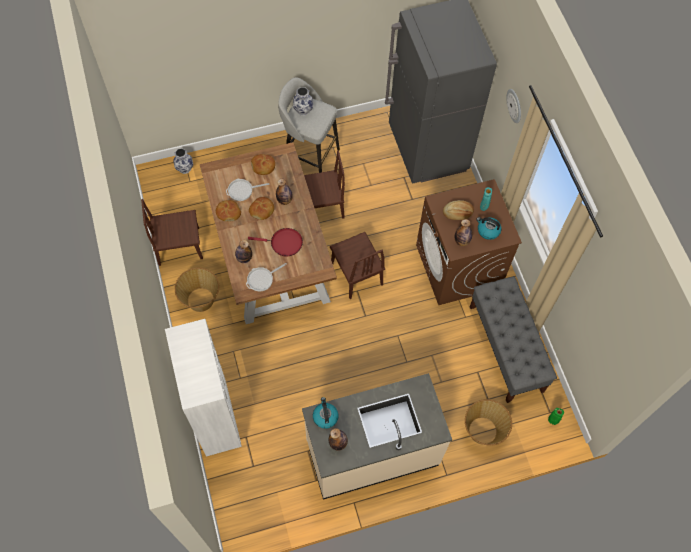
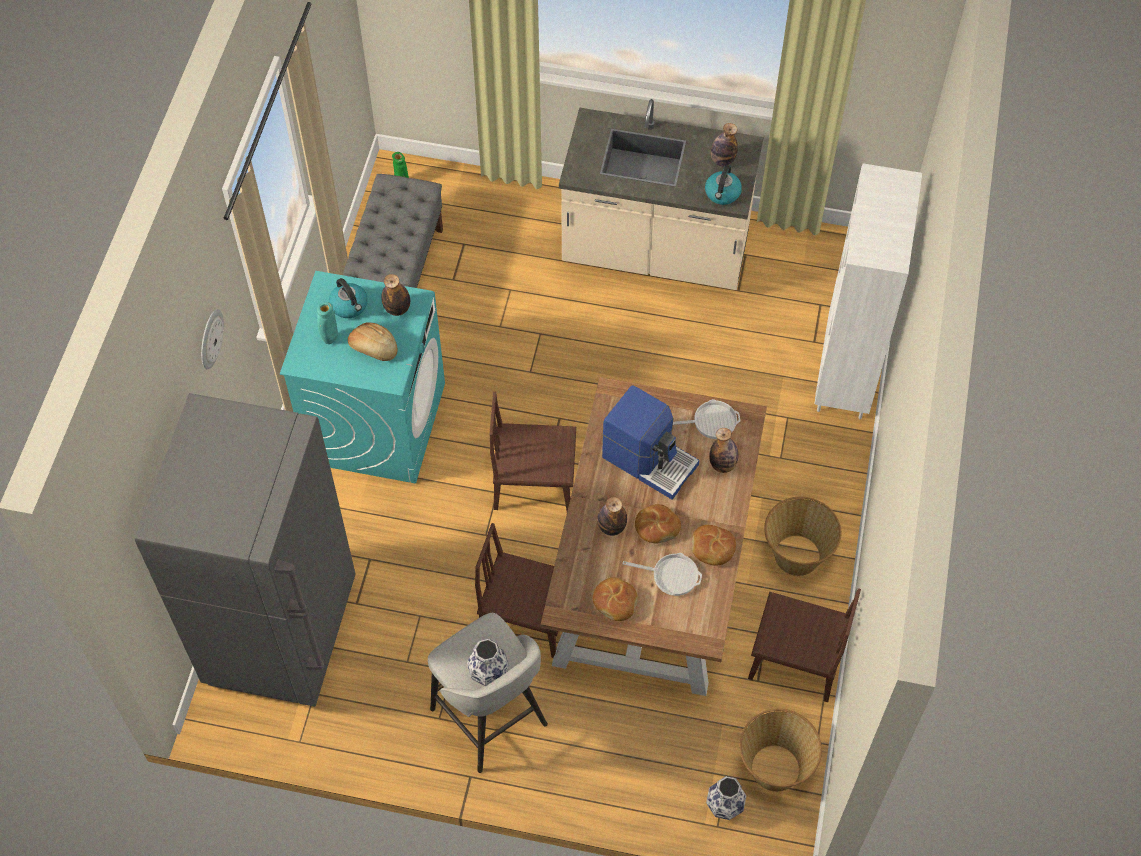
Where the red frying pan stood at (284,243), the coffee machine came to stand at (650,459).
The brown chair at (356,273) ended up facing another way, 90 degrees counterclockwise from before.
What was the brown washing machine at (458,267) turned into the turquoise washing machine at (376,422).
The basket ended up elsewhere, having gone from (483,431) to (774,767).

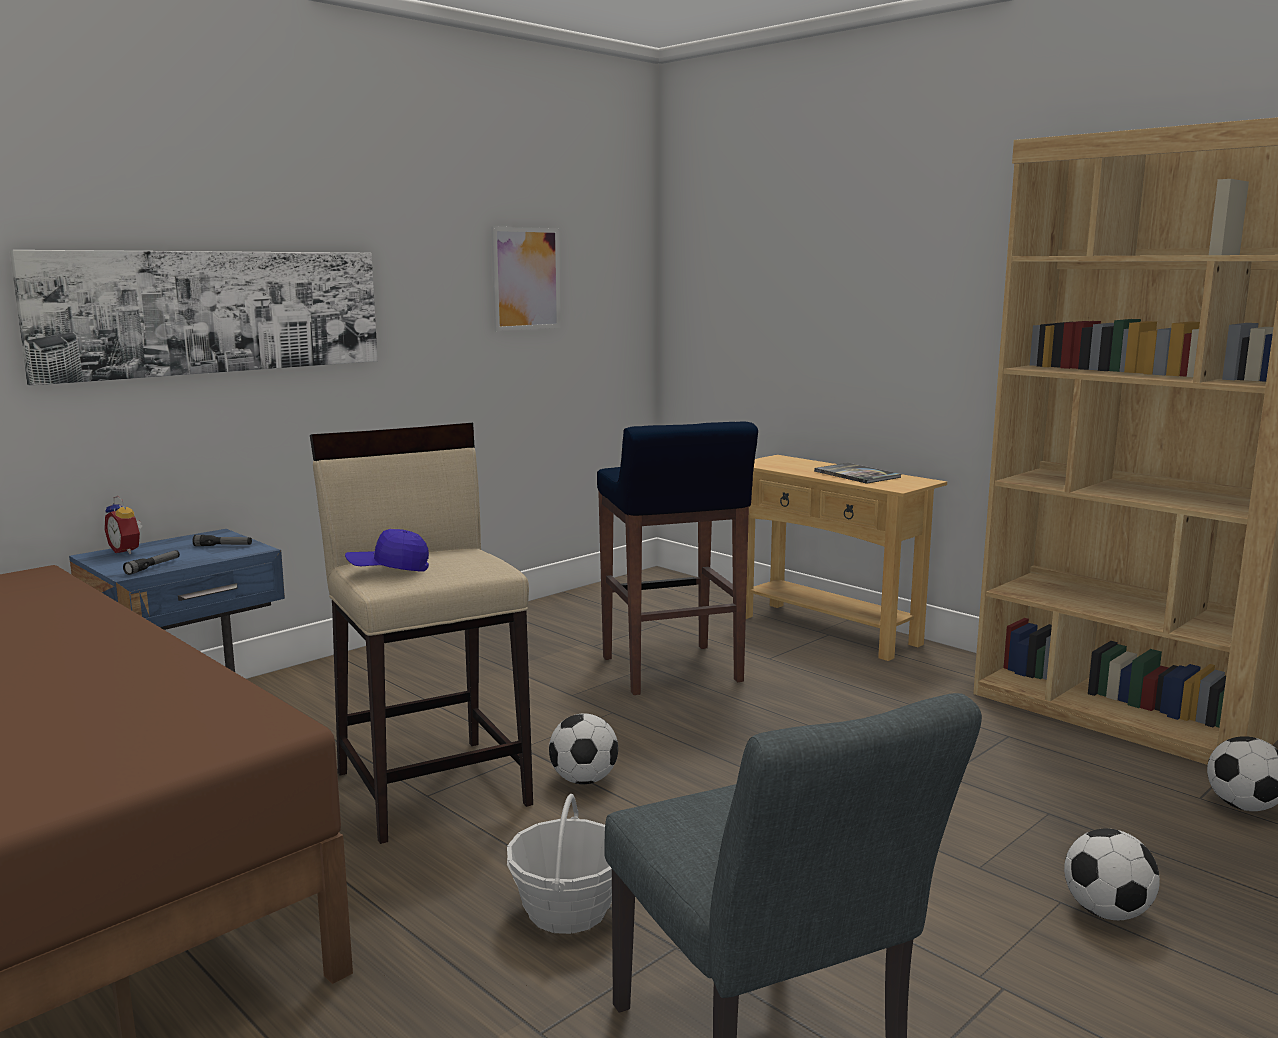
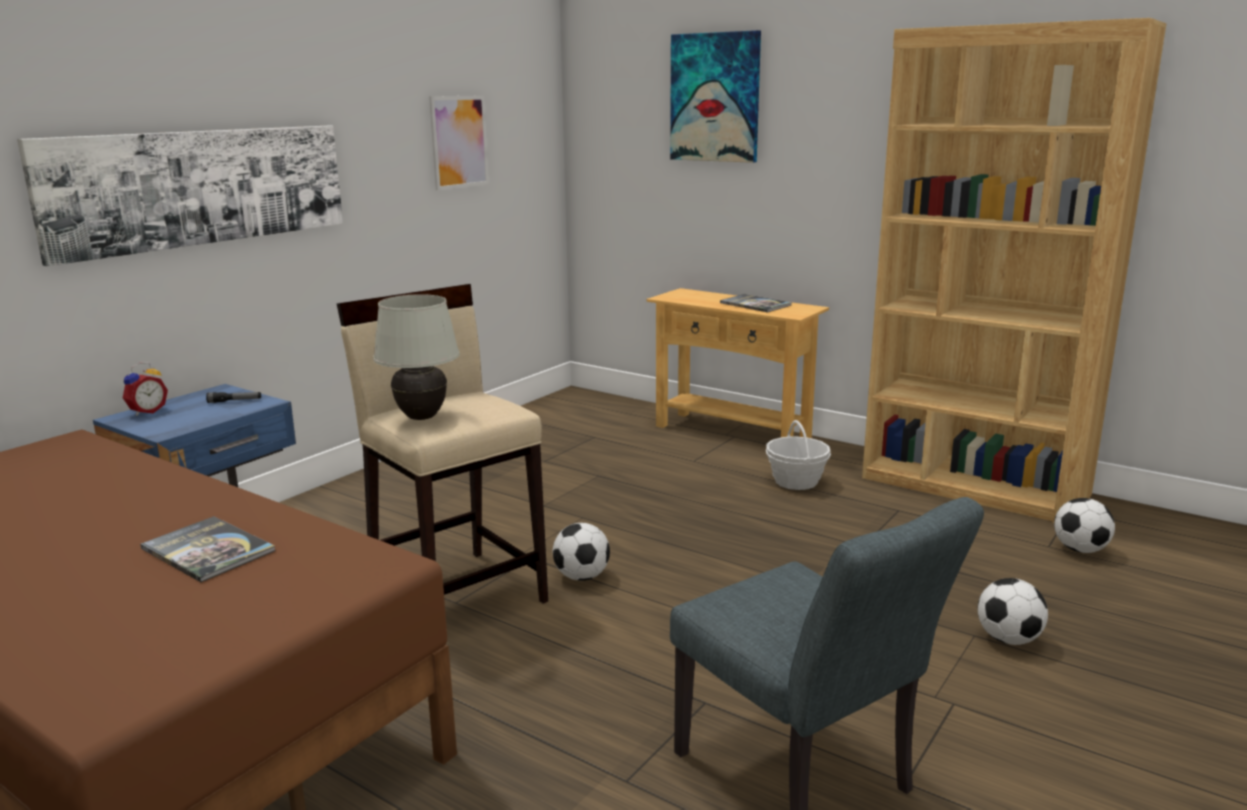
The alarm clock at (127,551) ended up facing another way, 90 degrees counterclockwise from before.
The second view lost the flashlight at (153,567).
Where the blue cap stood at (388,569), the white table lamp came to stand at (422,417).
The basket ended up elsewhere, having gone from (567,910) to (796,481).
The second view lost the blue stool at (671,671).
The second view gained the book at (208,550).
The second view gained the picture at (715,97).

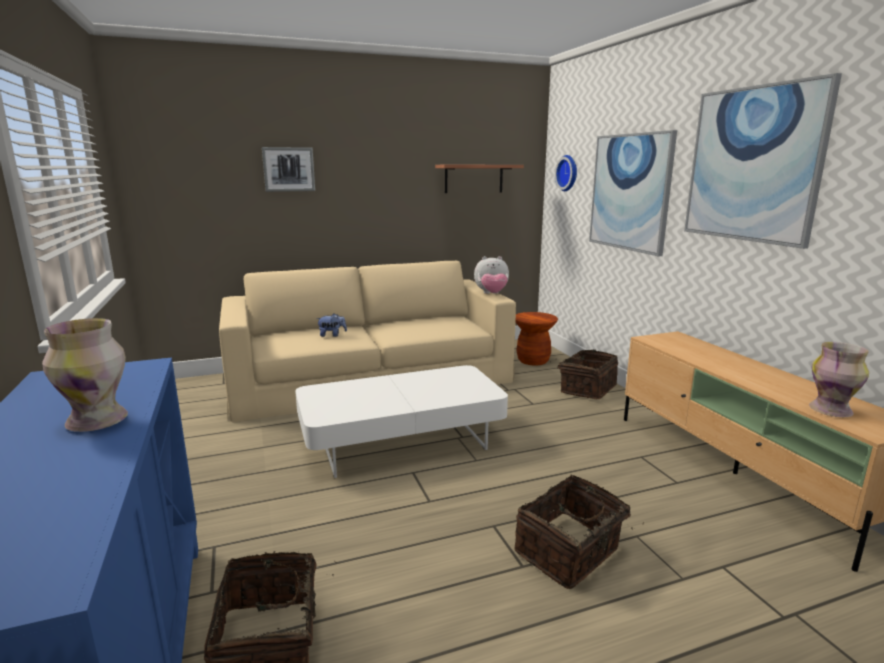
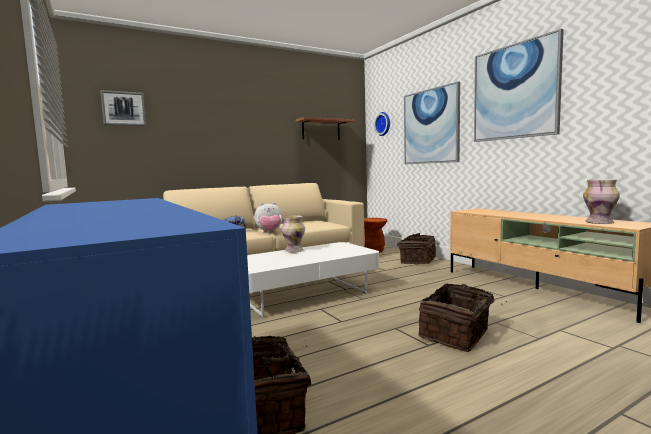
The vase ended up elsewhere, having gone from (98,421) to (294,251).
The picture ended up elsewhere, having gone from (288,169) to (123,108).
The plush toy ended up elsewhere, having gone from (491,294) to (269,232).

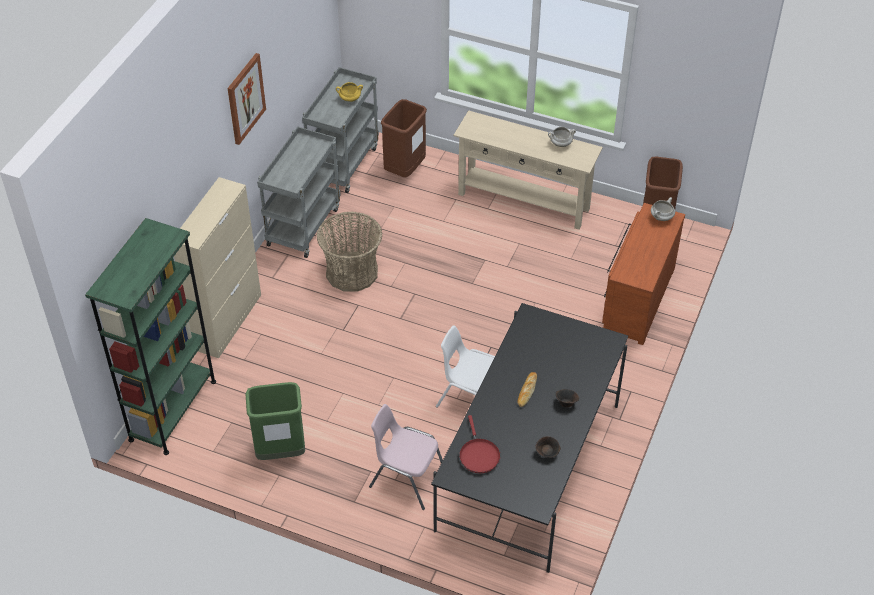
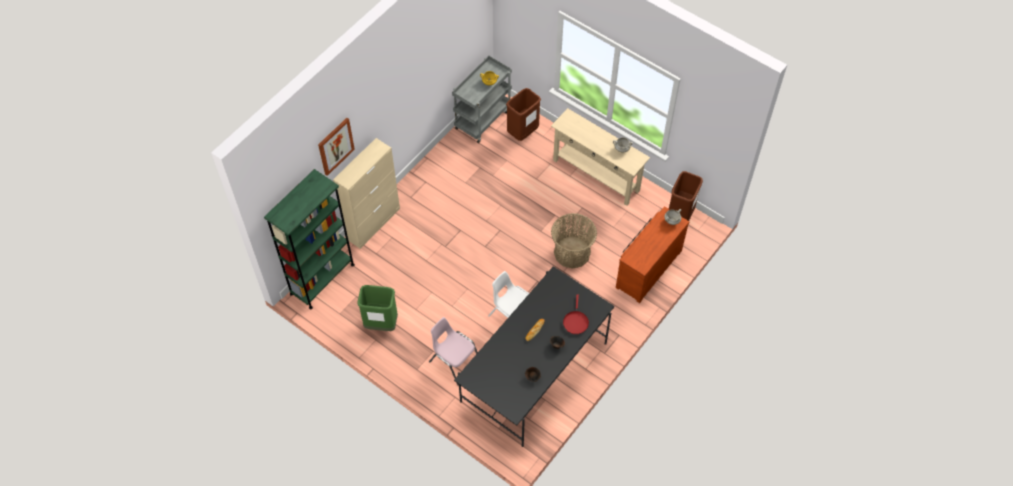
The picture ended up elsewhere, having gone from (245,98) to (335,146).
The second view lost the grey cart at (303,225).
The basket ended up elsewhere, having gone from (351,272) to (572,252).
The red frying pan ended up elsewhere, having gone from (478,455) to (575,321).

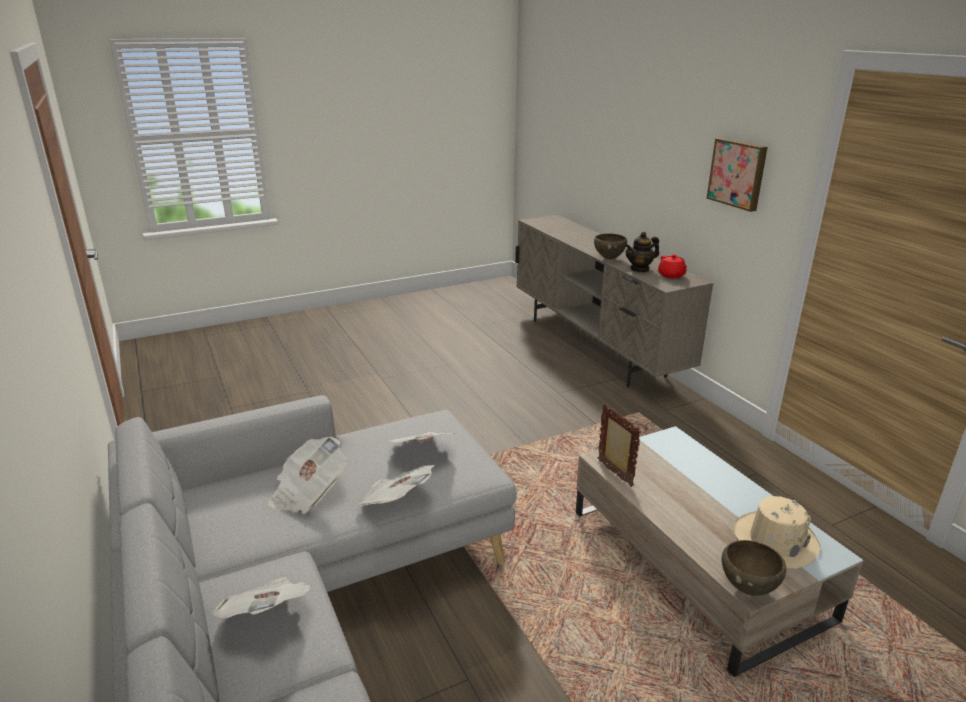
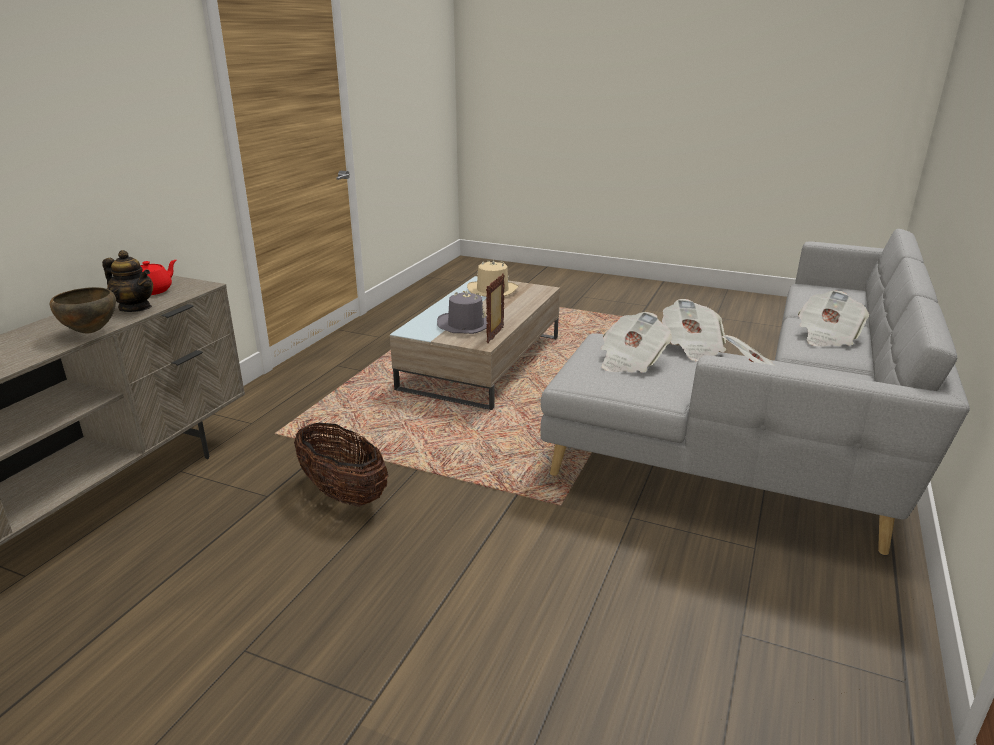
The second view lost the picture at (738,173).
The second view lost the brown bowl at (748,588).
The second view gained the basket at (343,493).
The second view gained the grey hat at (465,325).

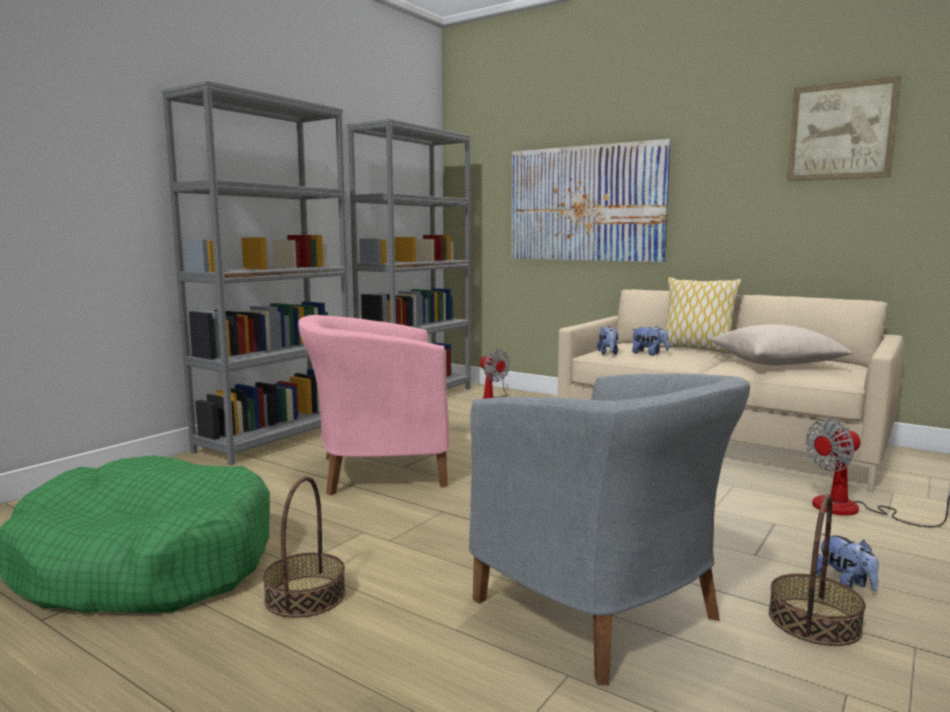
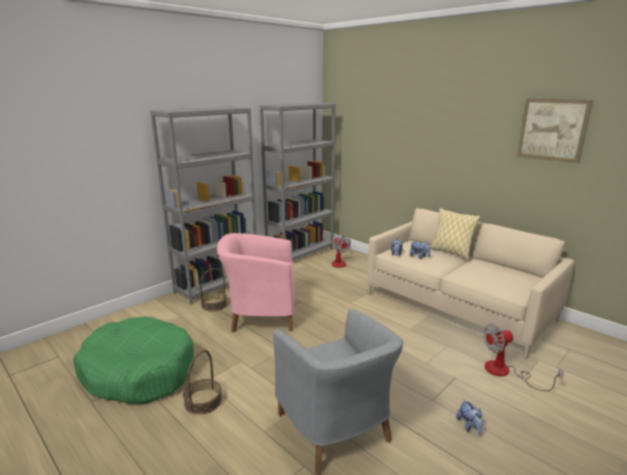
The second view lost the picture at (586,203).
The second view lost the beige pillow at (775,364).
The basket ended up elsewhere, having gone from (814,621) to (214,305).

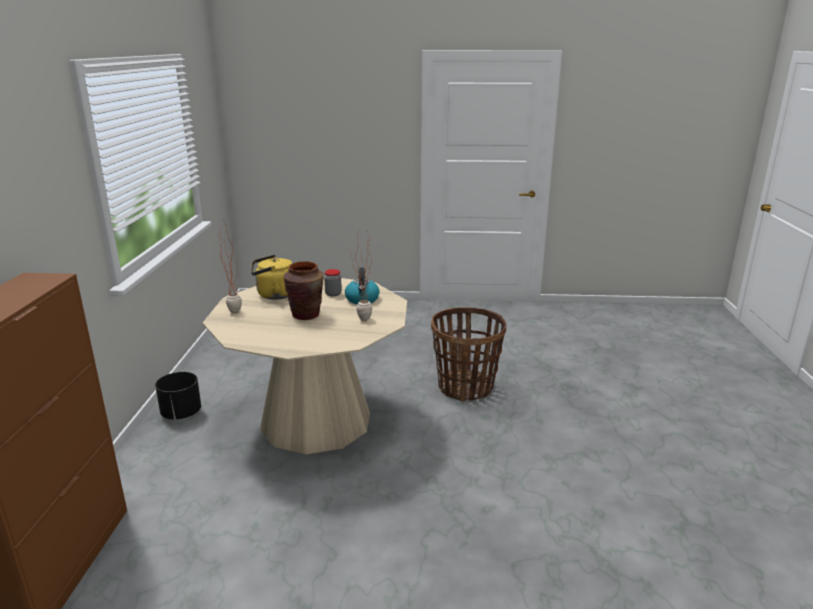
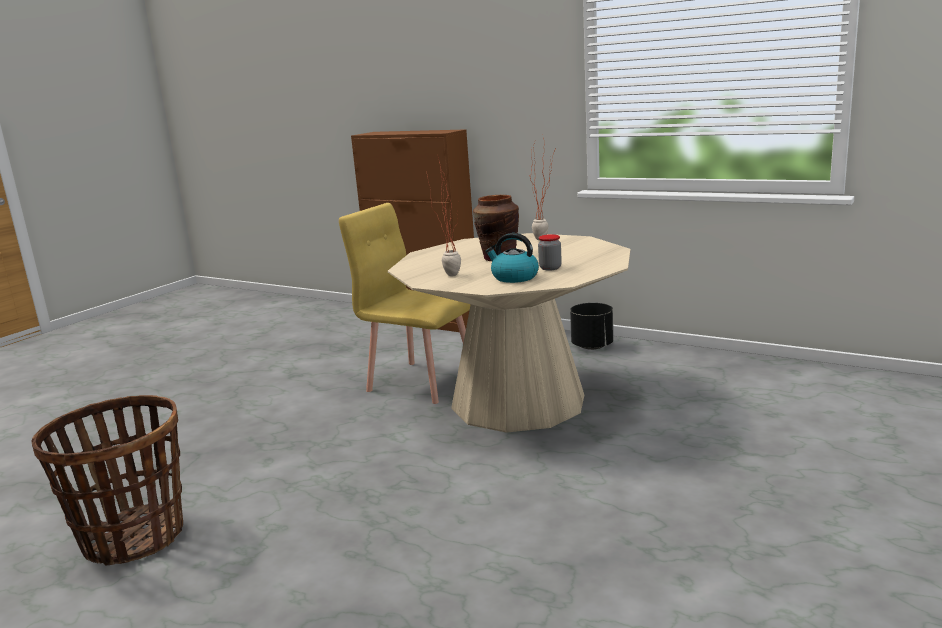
The second view lost the yellow kettle at (274,295).
The basket ended up elsewhere, having gone from (466,387) to (133,537).
The second view gained the yellow chair at (422,381).

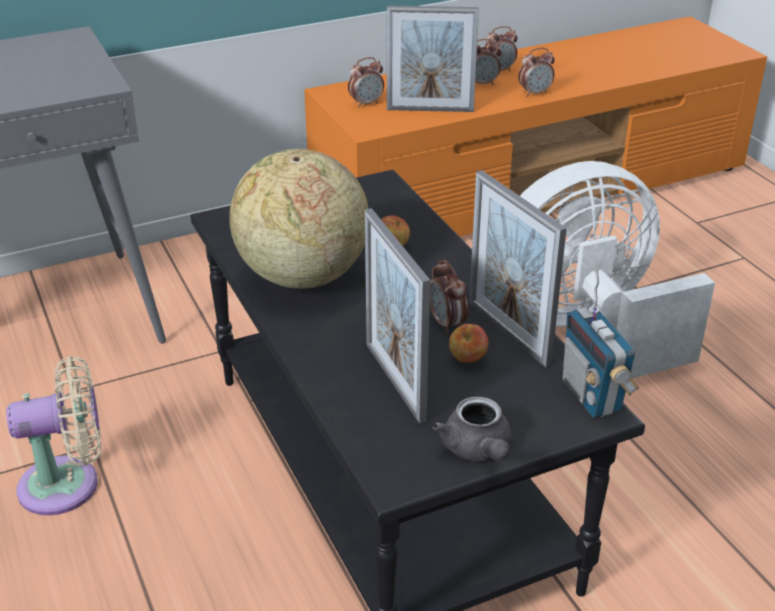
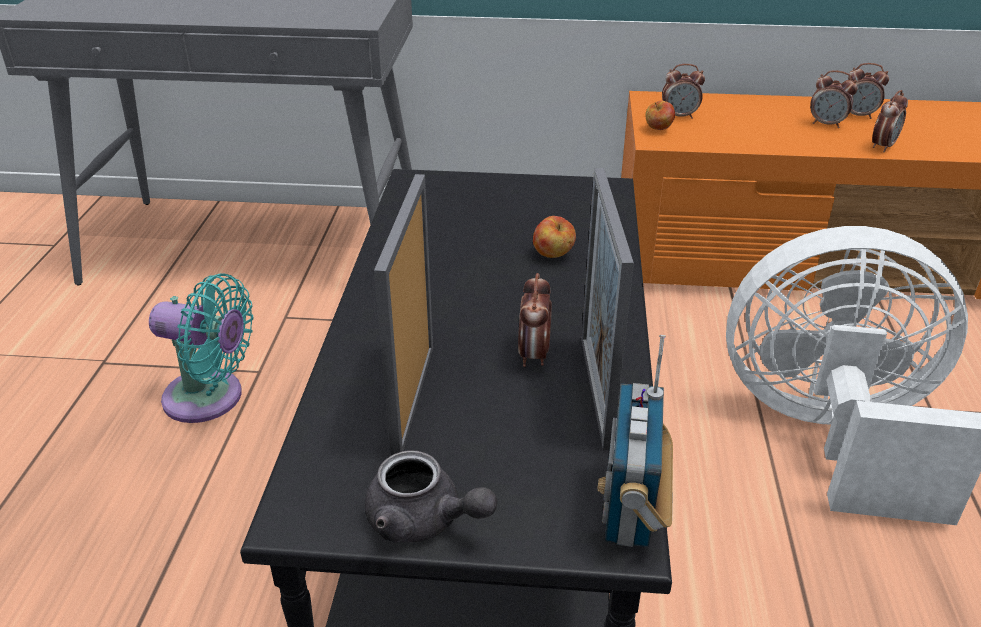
What was the beige fan at (68,485) turned into the turquoise fan at (211,398).
The second view lost the globe at (301,276).
The second view lost the picture frame at (430,110).
The grey teapot at (478,450) ended up facing another way, 75 degrees counterclockwise from before.
The apple ended up elsewhere, having gone from (468,359) to (658,130).
The alarm clock at (535,93) ended up facing another way, 60 degrees counterclockwise from before.

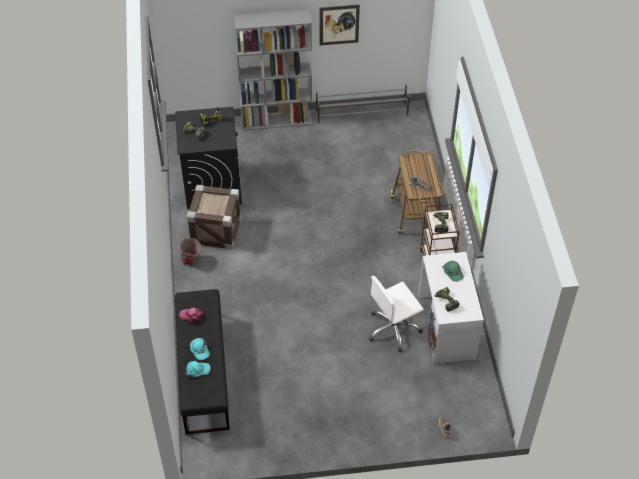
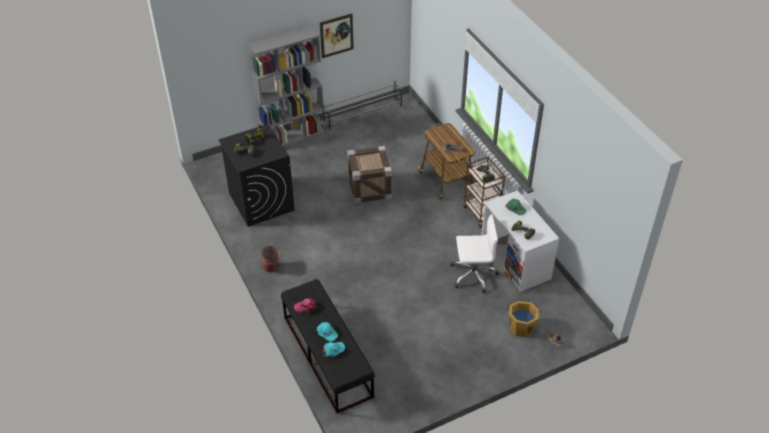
The crate ended up elsewhere, having gone from (216,231) to (369,188).
The white office chair at (393,329) ended up facing another way, 135 degrees counterclockwise from before.
The second view gained the orange bucket at (521,327).

